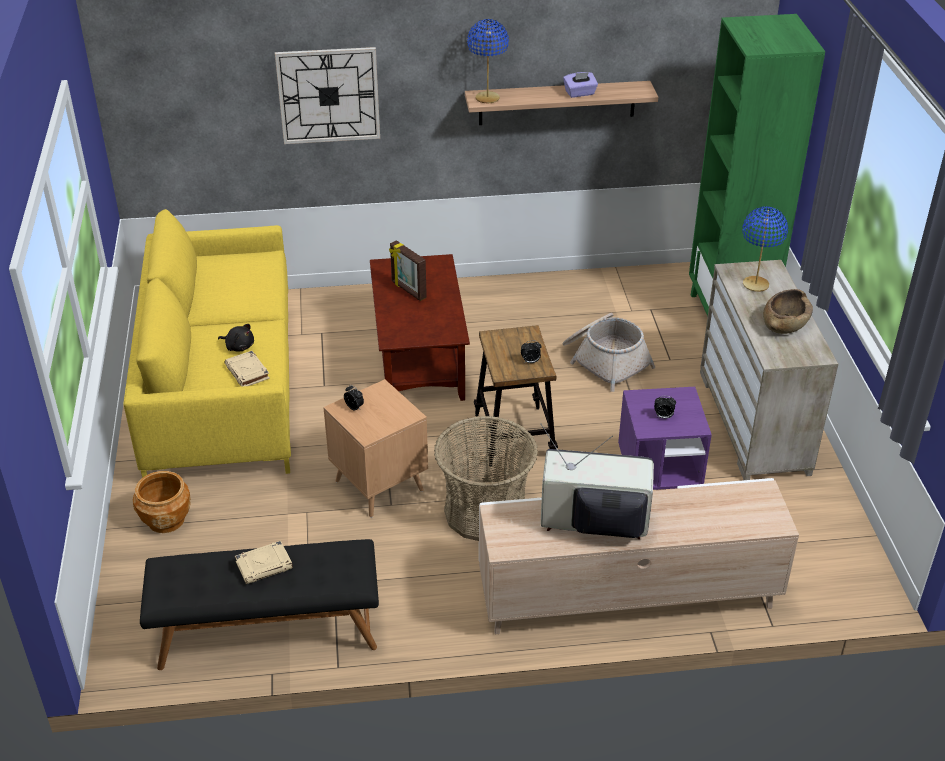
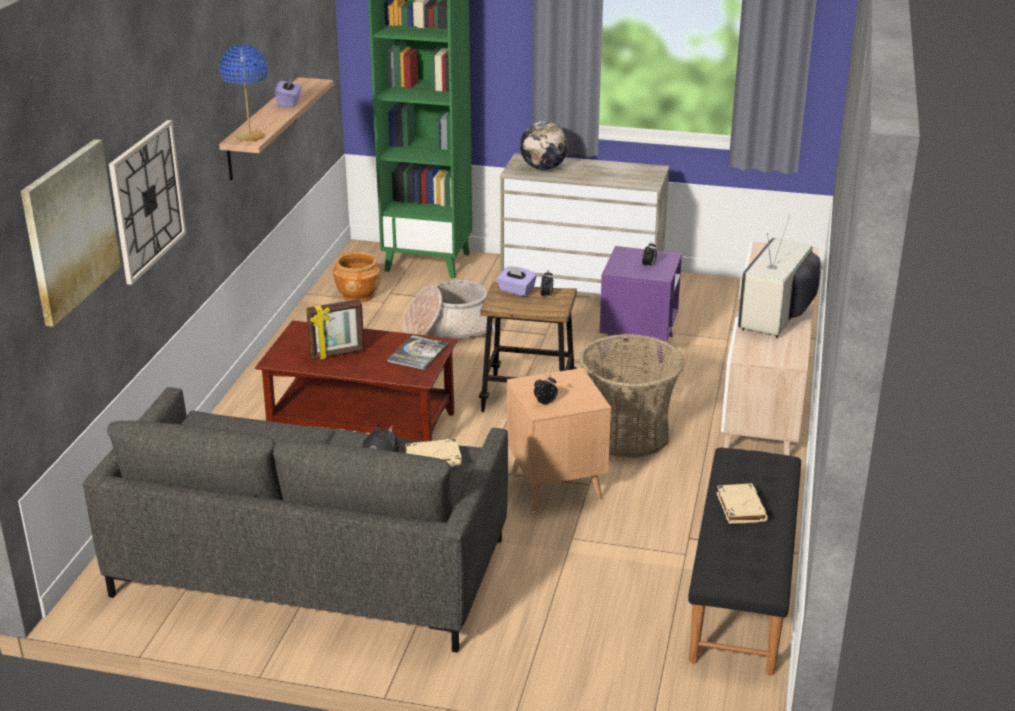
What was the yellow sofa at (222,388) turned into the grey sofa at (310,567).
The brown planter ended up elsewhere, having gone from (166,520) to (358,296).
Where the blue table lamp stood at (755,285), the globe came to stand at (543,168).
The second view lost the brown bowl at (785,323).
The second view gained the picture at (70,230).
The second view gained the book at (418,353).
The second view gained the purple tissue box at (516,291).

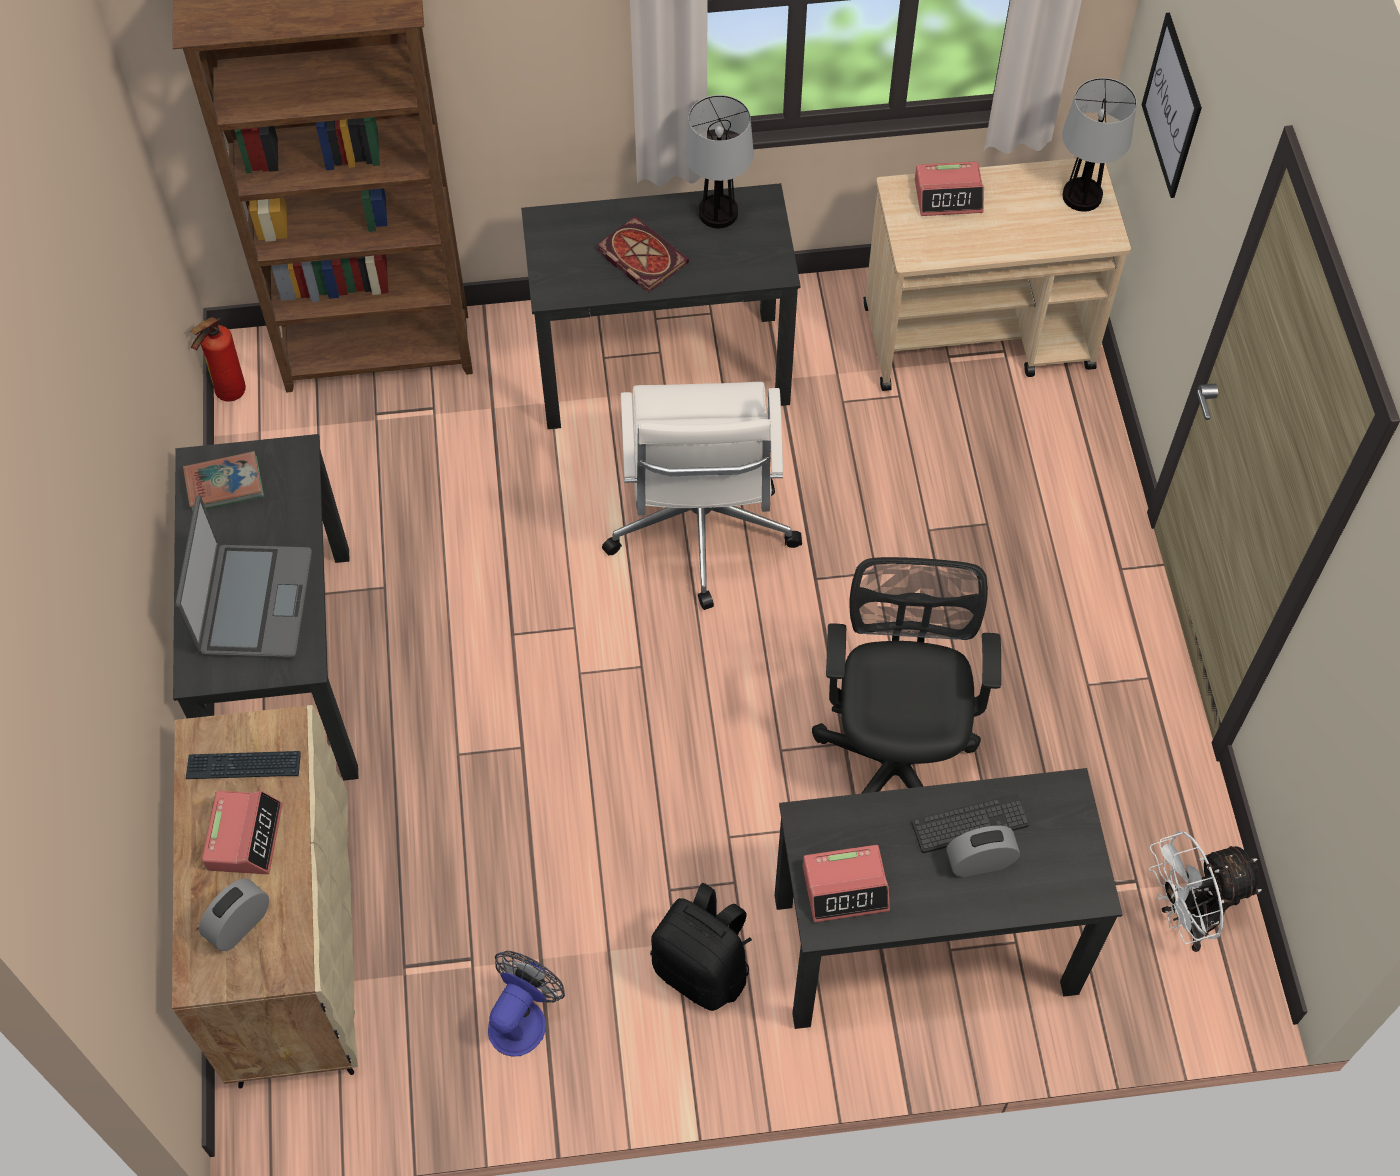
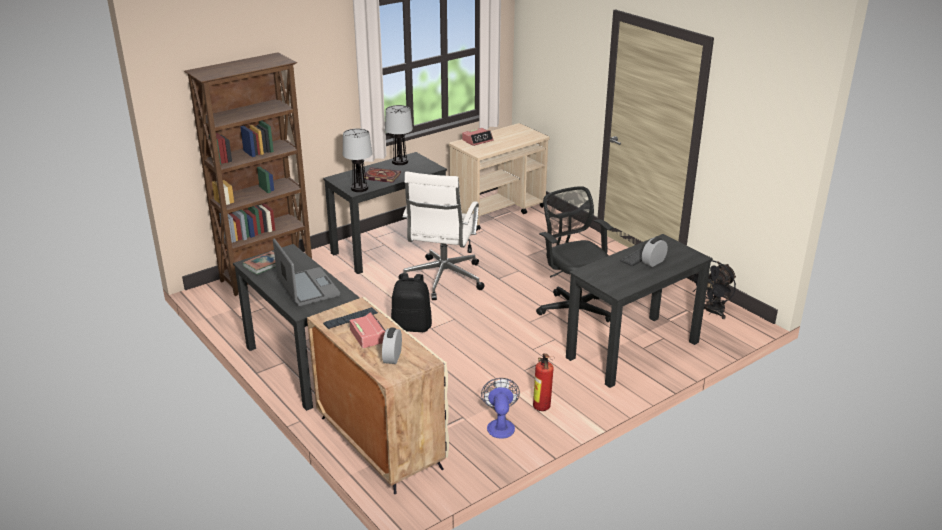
The fire extinguisher ended up elsewhere, having gone from (227,394) to (541,408).
The white office chair at (700,529) ended up facing another way, 45 degrees clockwise from before.
The black backpack ended up elsewhere, having gone from (703,969) to (412,326).
The second view lost the alarm clock at (845,887).
The table lamp ended up elsewhere, having gone from (1083,196) to (360,188).
The second view lost the picture at (1172,106).
What was the white fan at (1186,916) turned into the black fan at (712,312).

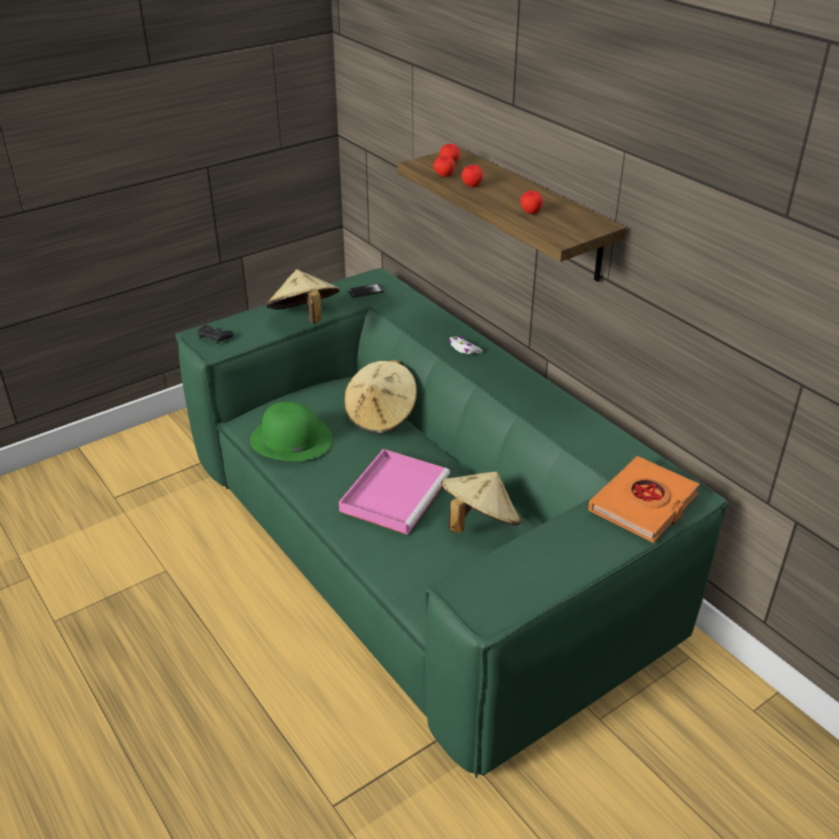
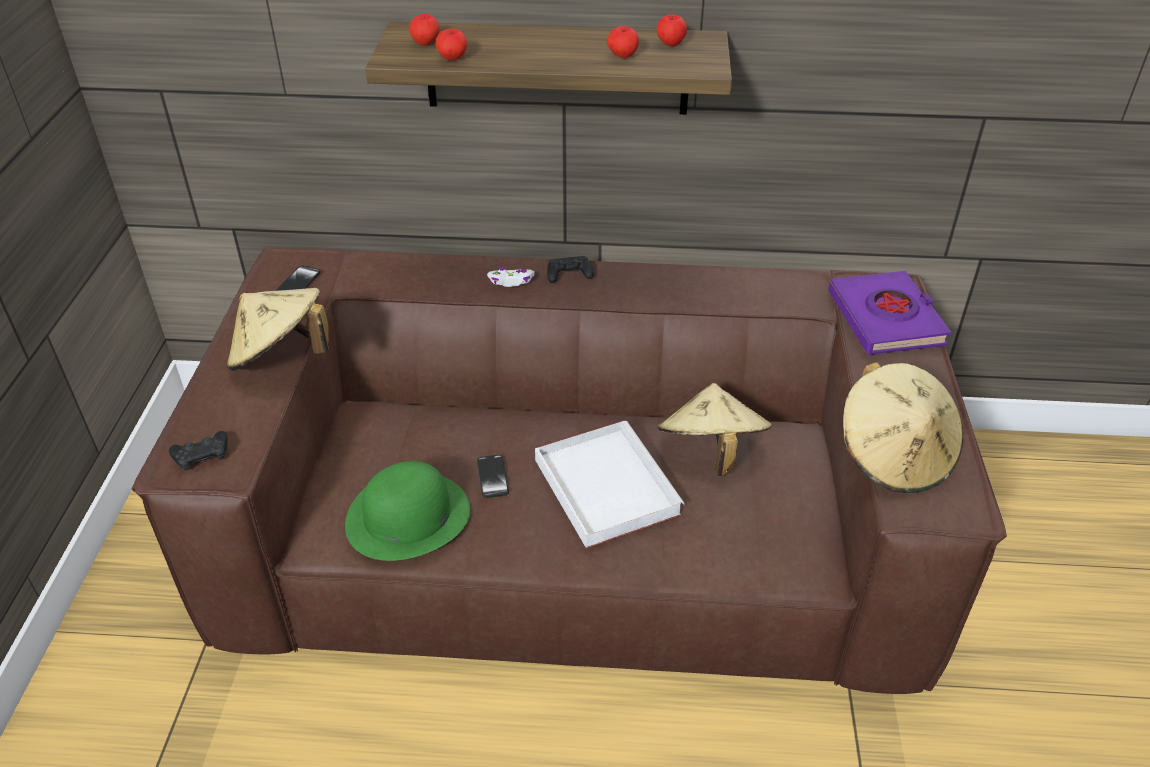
What was the green sofa at (419,545) turned into the brown sofa at (575,537).
What was the pink tray at (395,493) turned into the white tray at (604,485).
The beige hat ended up elsewhere, having gone from (381,416) to (894,456).
The apple ended up elsewhere, having gone from (472,185) to (670,44).
What was the orange book at (644,504) turned into the purple book at (886,319).
The second view gained the phone at (492,477).
The second view gained the black game controller at (569,274).

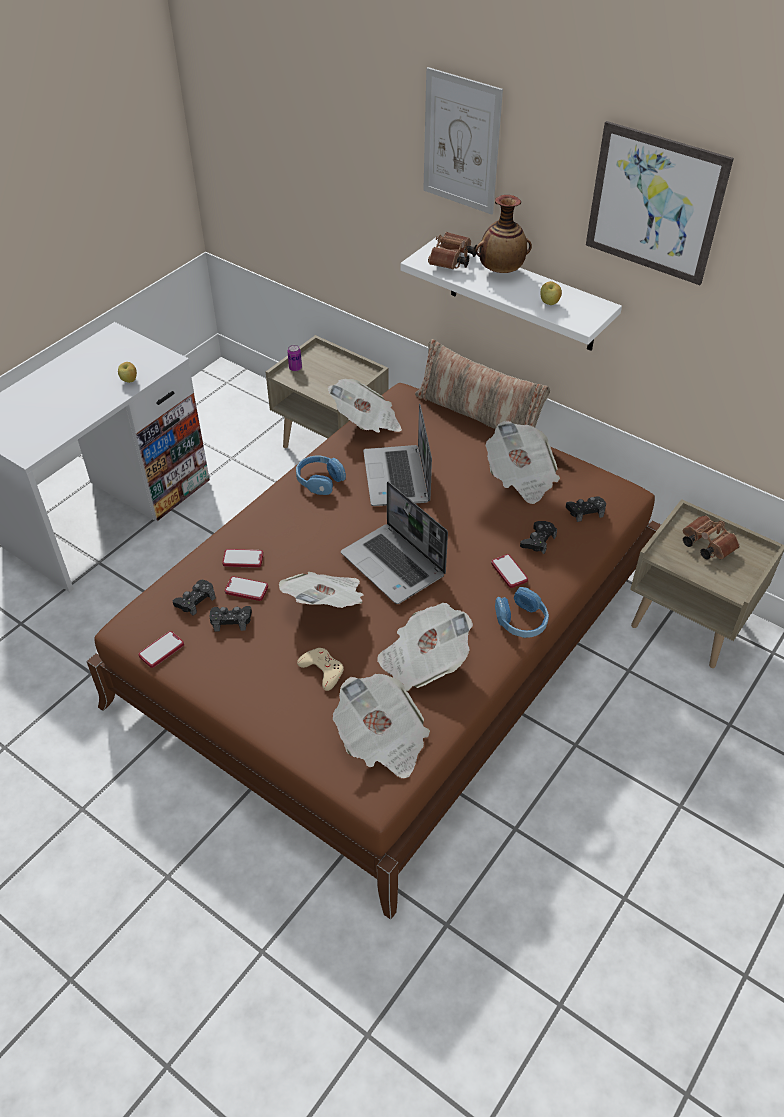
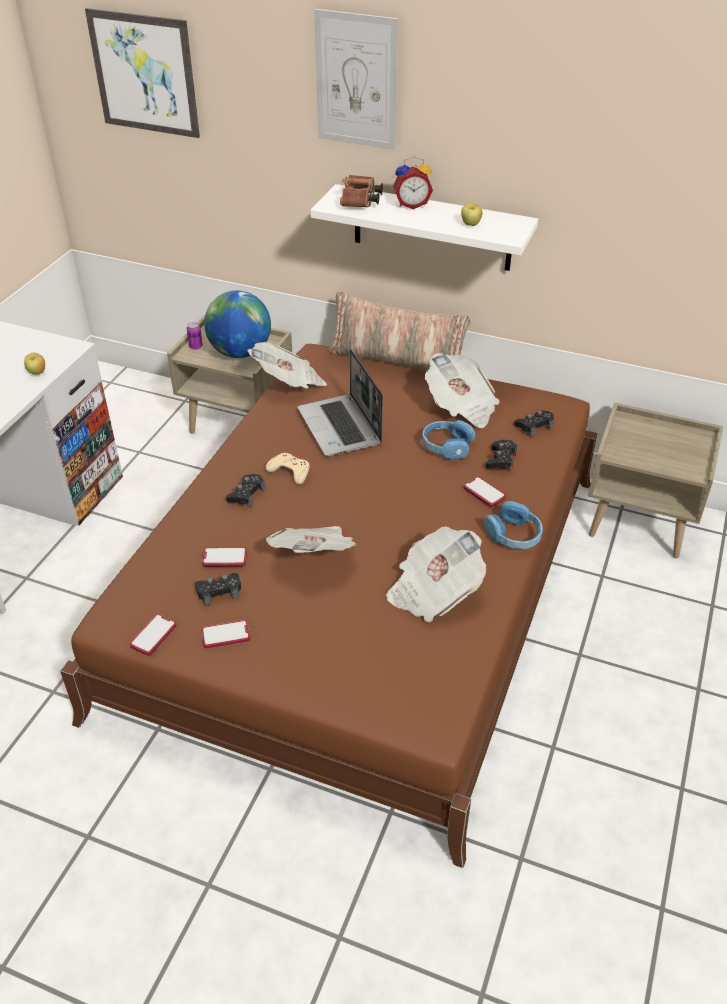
The black game controller ended up elsewhere, having gone from (195,600) to (246,494).
The phone ended up elsewhere, having gone from (243,559) to (226,635).
The blue headphones ended up elsewhere, having gone from (319,480) to (446,446).
The beige game controller ended up elsewhere, having gone from (322,670) to (289,471).
The second view lost the newspaper at (382,740).
The second view lost the laptop at (394,565).
Where the vase stood at (501,271), the alarm clock came to stand at (411,204).
The picture ended up elsewhere, having gone from (655,204) to (144,73).
The second view lost the brown binoculars at (705,544).
The second view gained the globe at (240,352).

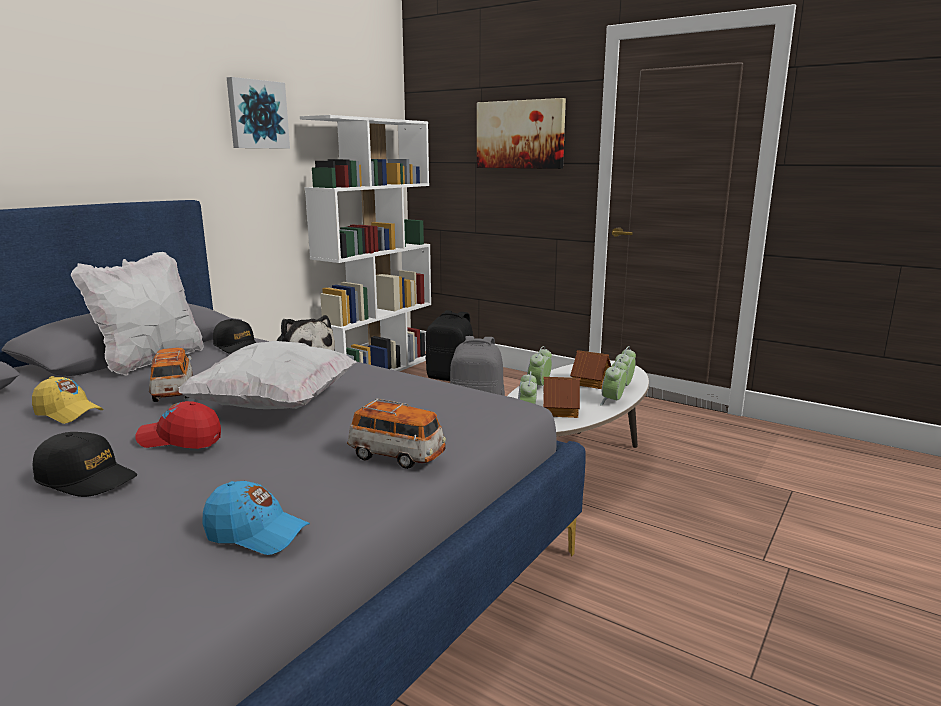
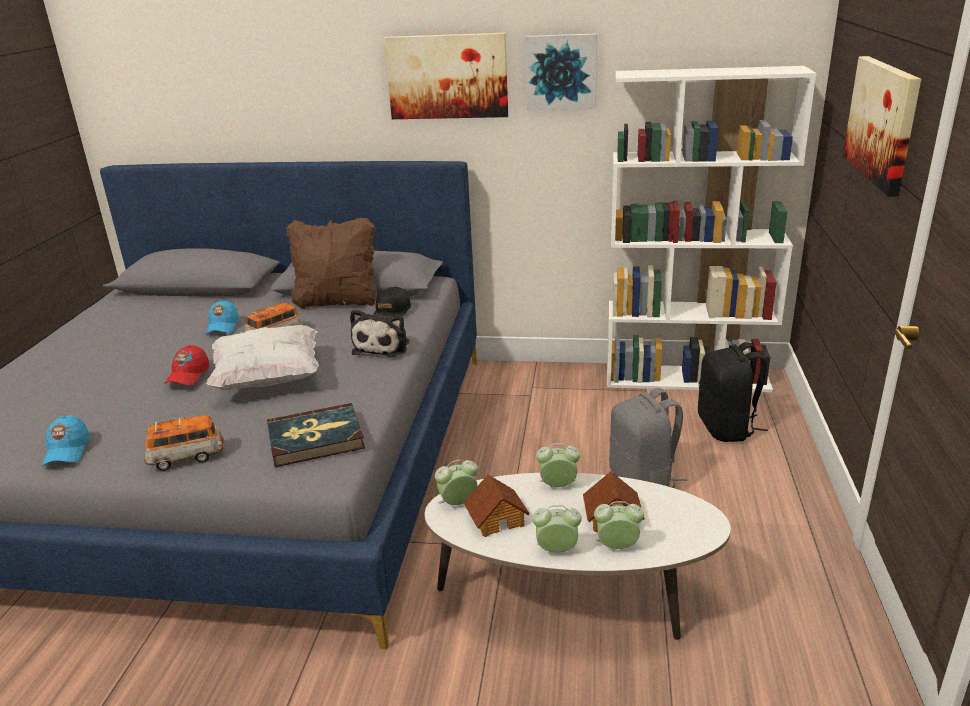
What was the yellow cap at (68,413) turned into the blue cap at (223,327).
The second view lost the black cap at (86,478).
What was the white pillow at (151,361) turned into the brown pillow at (337,302).
The red cap at (180,440) ended up facing another way, 150 degrees counterclockwise from before.
The toy car at (397,456) ended up facing another way, 105 degrees counterclockwise from before.
The second view gained the book at (315,439).
The second view gained the picture at (447,76).

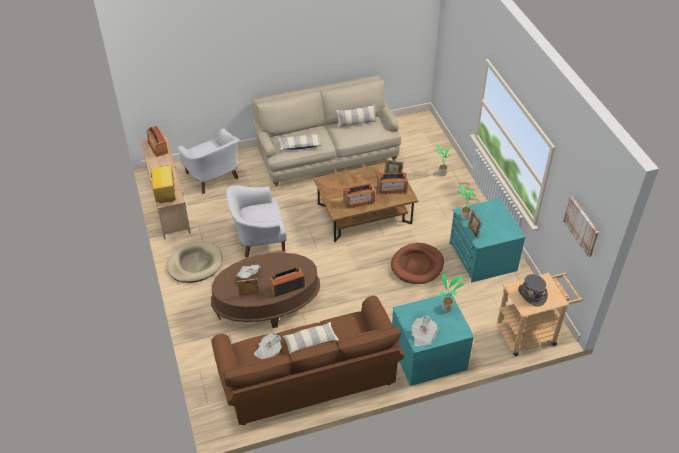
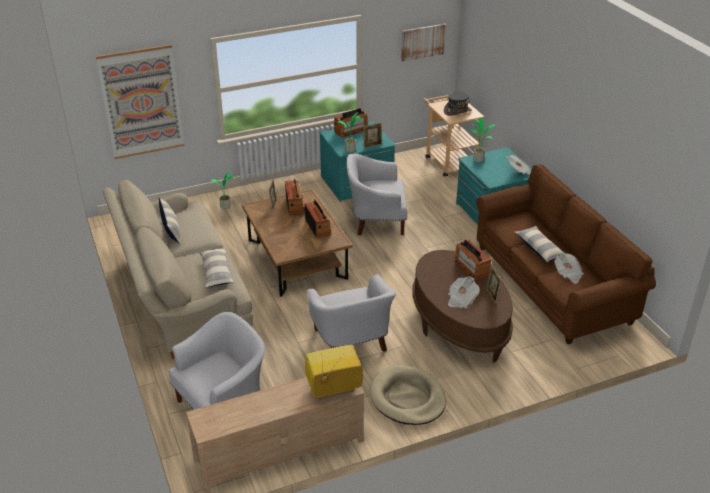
The radio ended up elsewhere, having gone from (157,147) to (351,131).
Where the brown dog bed stood at (417,265), the white armchair came to stand at (376,221).
The second view gained the picture at (142,102).

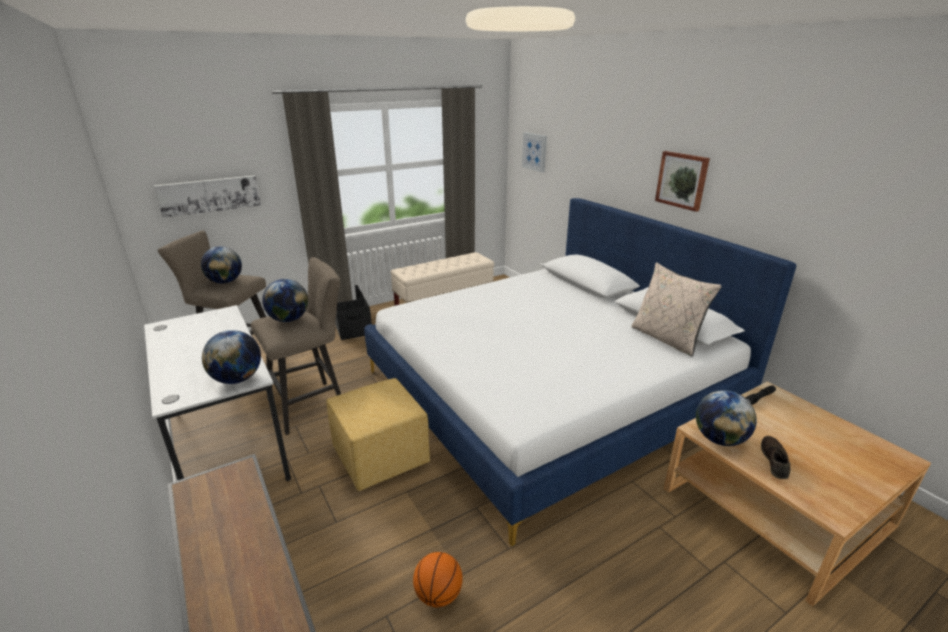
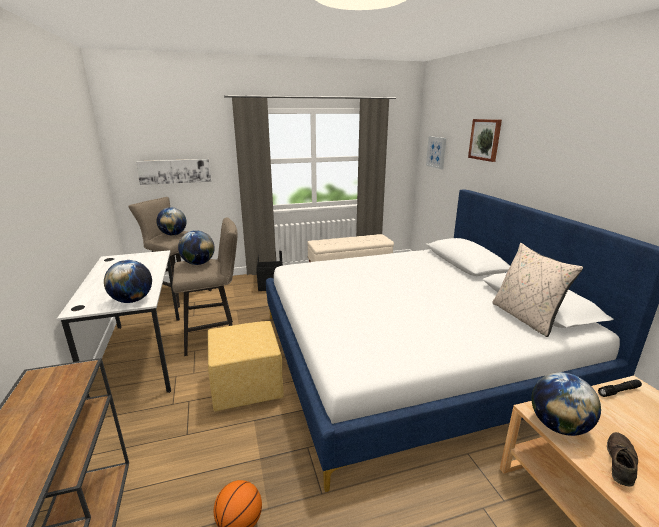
The picture ended up elsewhere, having gone from (682,180) to (485,139).

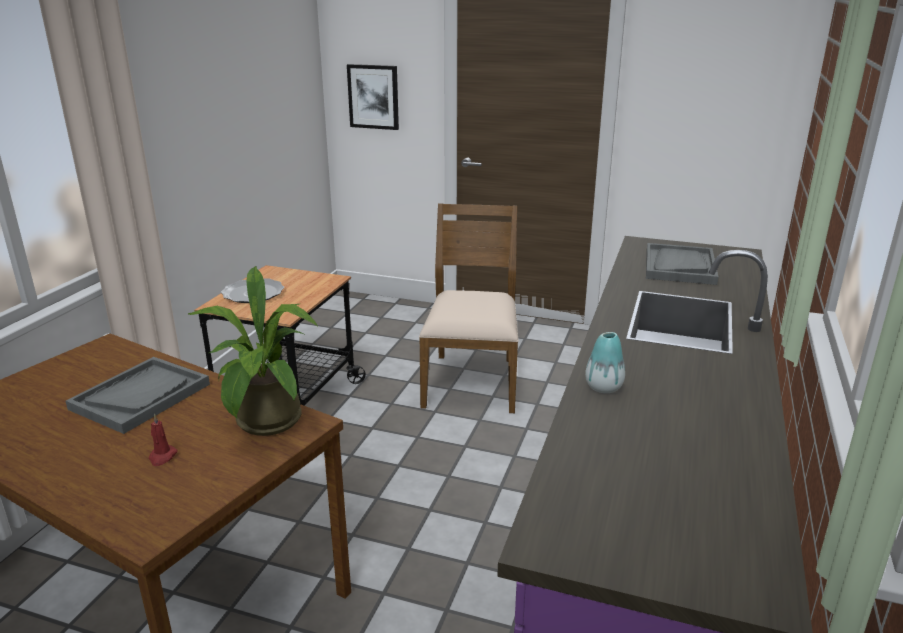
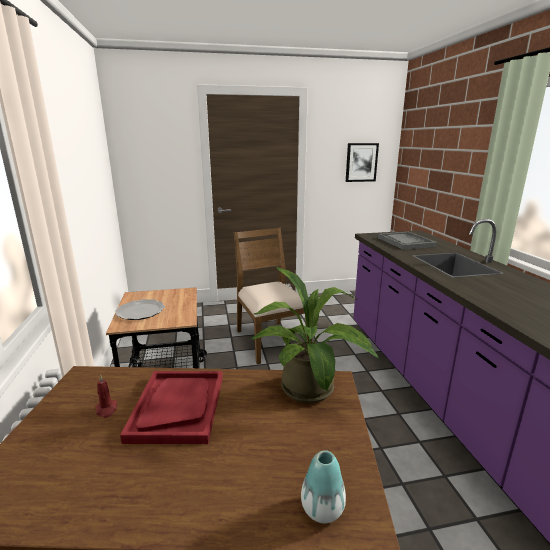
What was the grey tray at (141,396) turned into the red tray at (178,407).
The red candle ended up elsewhere, having gone from (162,457) to (106,409).
The picture ended up elsewhere, having gone from (373,96) to (361,162).
The vase ended up elsewhere, having gone from (603,387) to (322,509).

